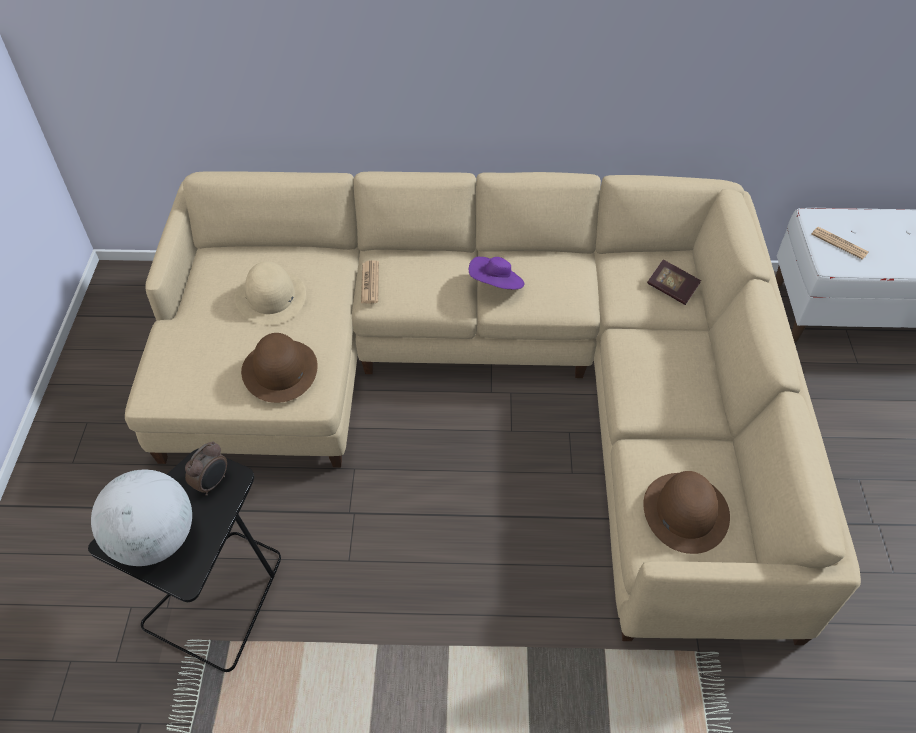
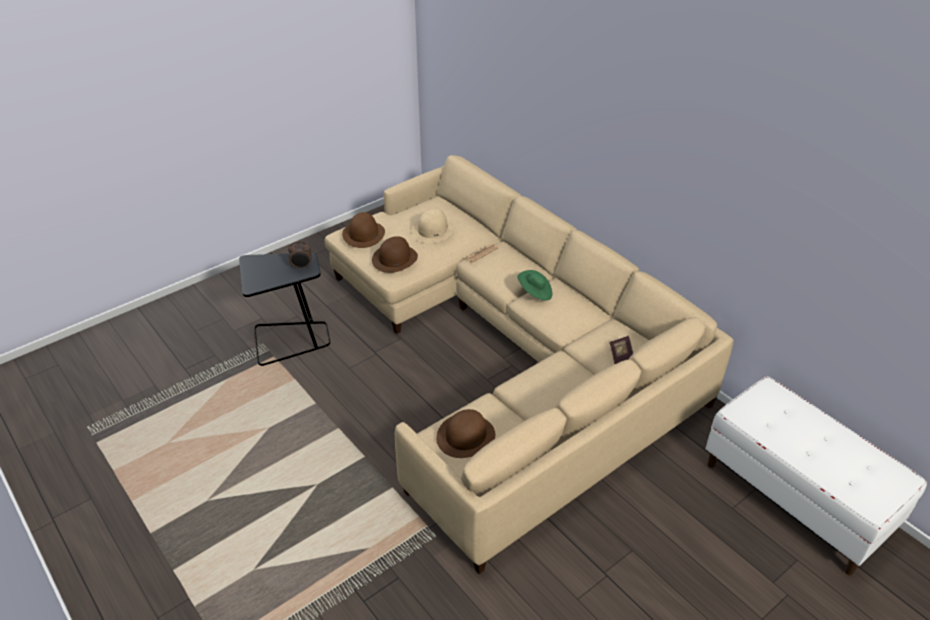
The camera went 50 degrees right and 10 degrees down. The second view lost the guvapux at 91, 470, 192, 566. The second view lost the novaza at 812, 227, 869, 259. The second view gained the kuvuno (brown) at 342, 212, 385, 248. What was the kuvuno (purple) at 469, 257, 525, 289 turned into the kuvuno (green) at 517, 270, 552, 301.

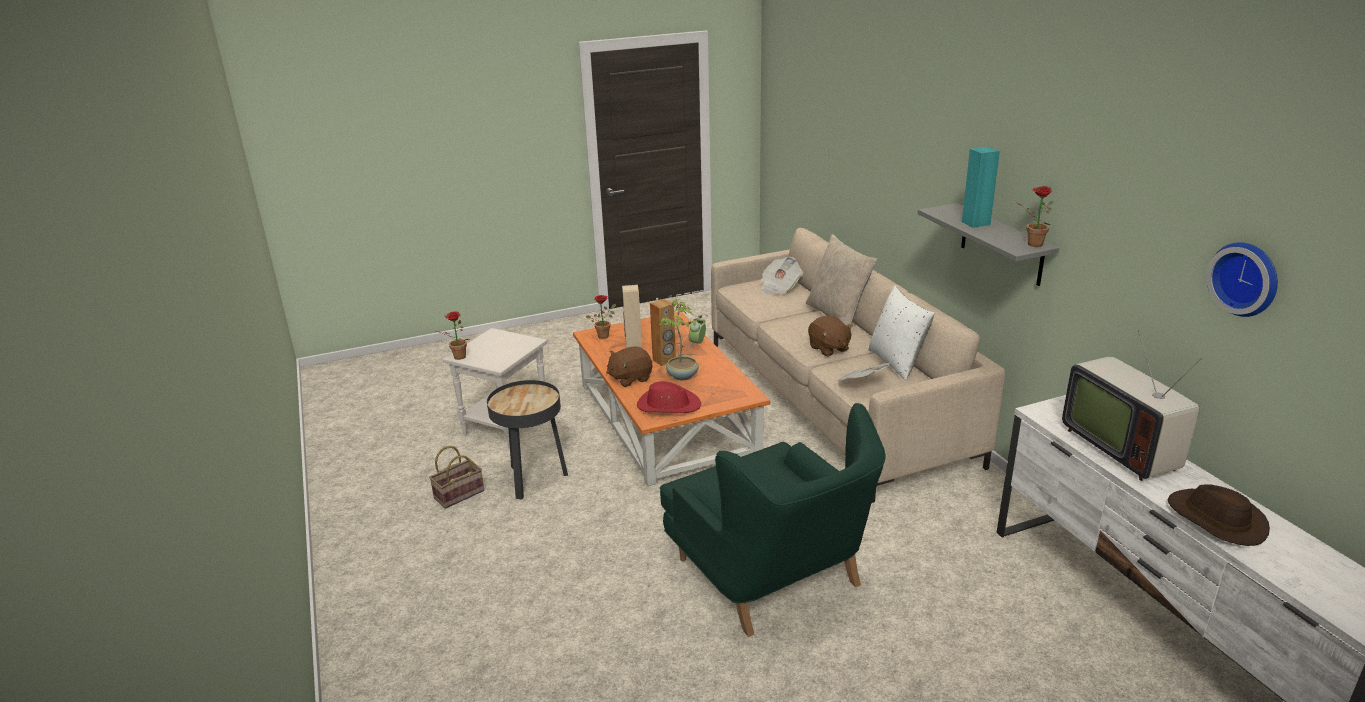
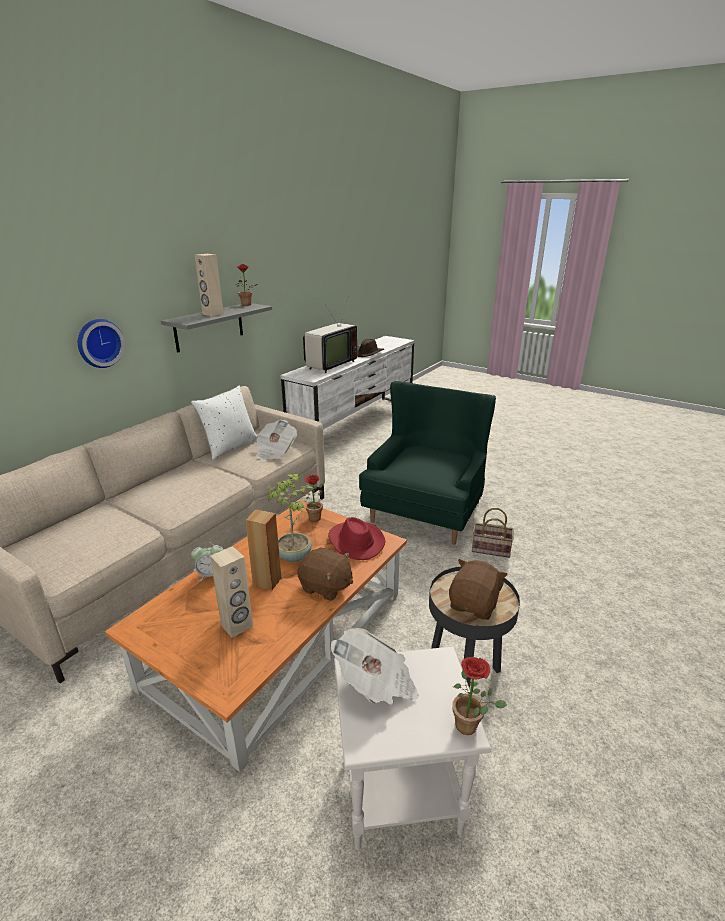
The camera went 125 degrees left and 0 degrees up. The second view lost the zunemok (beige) at 806, 234, 877, 325. The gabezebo ended up elsewhere, having gone from 429, 446, 484, 509 to 472, 508, 514, 558. The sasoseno ended up elsewhere, having gone from 586, 295, 616, 339 to 294, 475, 323, 522. The novaza ended up elsewhere, having gone from 760, 257, 804, 295 to 331, 628, 419, 704. The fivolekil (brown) ended up elsewhere, having gone from 808, 316, 853, 356 to 449, 559, 507, 620. The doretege ended up elsewhere, having gone from 1206, 242, 1278, 317 to 78, 319, 125, 368. What was the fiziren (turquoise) at 962, 147, 1000, 228 turned into the fiziren (beige) at 195, 254, 224, 316.

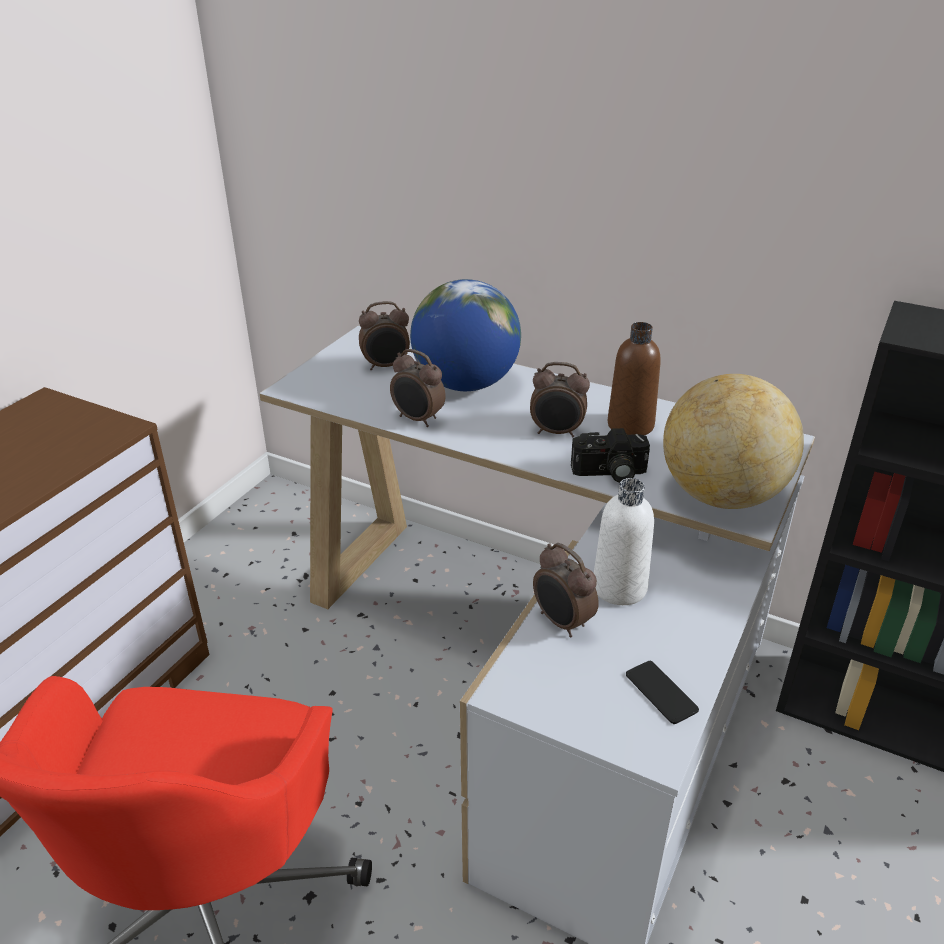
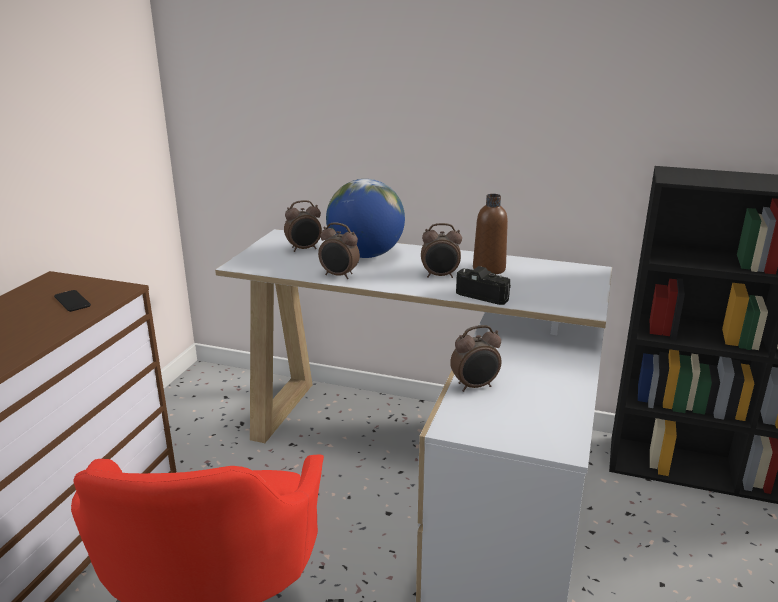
The camera went 10 degrees left and 10 degrees down. The second view lost the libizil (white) at 594, 478, 654, 605. The second view lost the guvapux at 663, 374, 804, 509. The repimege ended up elsewhere, having gone from 626, 661, 699, 724 to 54, 290, 91, 312. The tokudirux at 533, 543, 599, 637 ended up facing another way, 60 degrees counterclockwise from before. The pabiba at 571, 428, 650, 483 ended up facing another way, 135 degrees counterclockwise from before.

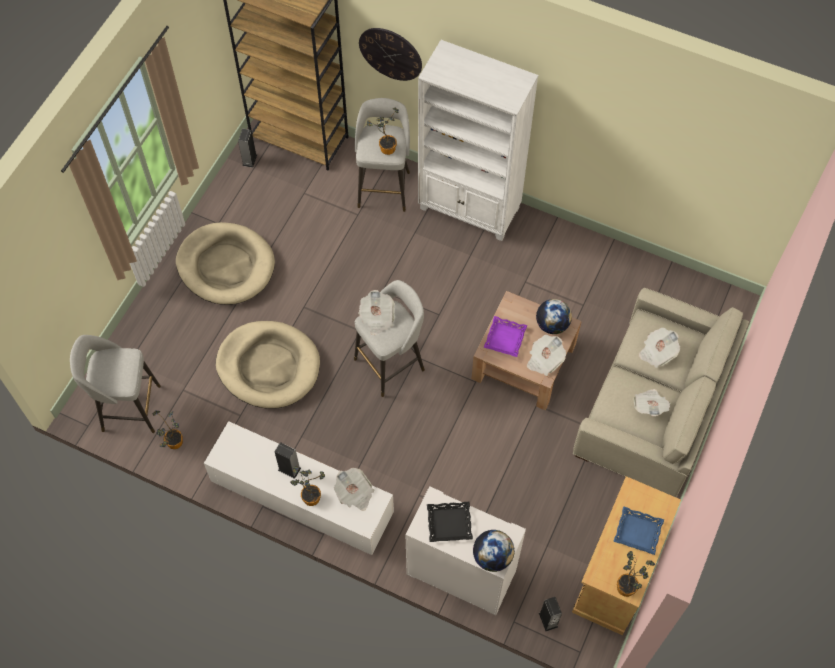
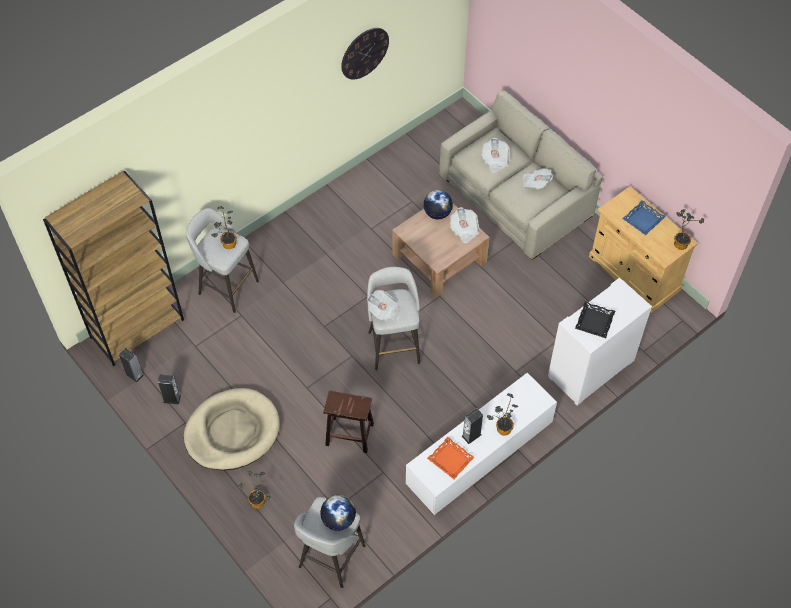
The camera went 65 degrees left and 5 degrees down. The second view lost the novaza at 334, 468, 374, 511. The second view lost the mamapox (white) at 418, 40, 538, 241. The second view lost the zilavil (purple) at 484, 316, 527, 357. The second view gained the zilavil (orange) at 427, 437, 475, 479. The sasoseno ended up elsewhere, having gone from 152, 410, 183, 449 to 238, 471, 271, 508. The doretege ended up elsewhere, having gone from 359, 28, 422, 81 to 341, 28, 389, 80. The guvapux ended up elsewhere, having gone from 473, 530, 514, 572 to 320, 495, 356, 531. The fiziren ended up elsewhere, having gone from 539, 597, 562, 631 to 158, 375, 181, 404. Where the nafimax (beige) stood at 216, 321, 320, 409, the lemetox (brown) came to stand at 324, 390, 374, 453.

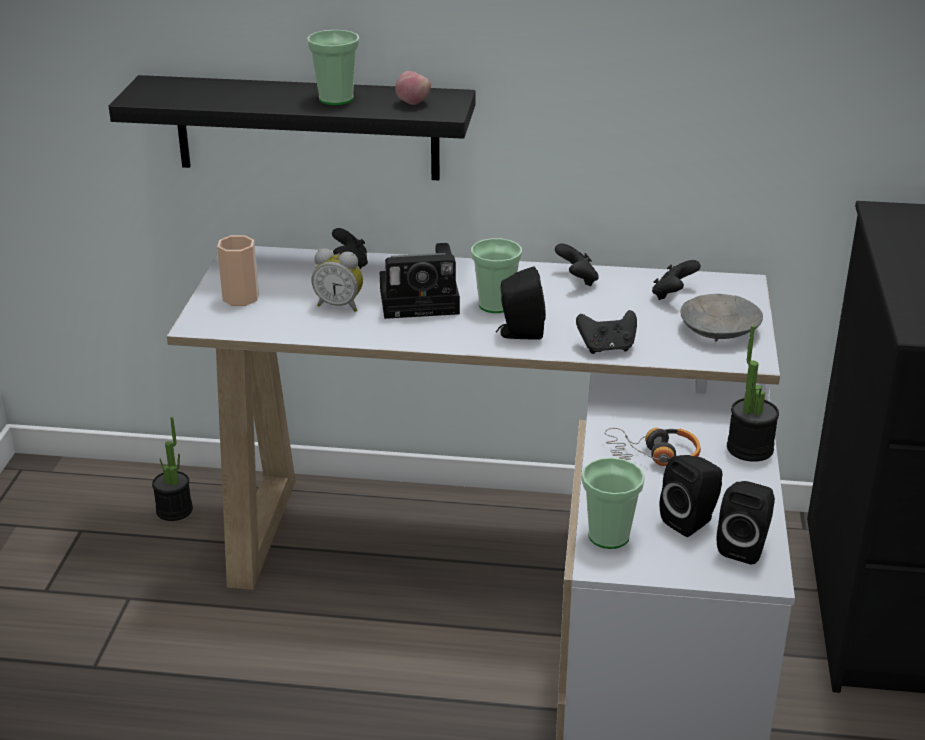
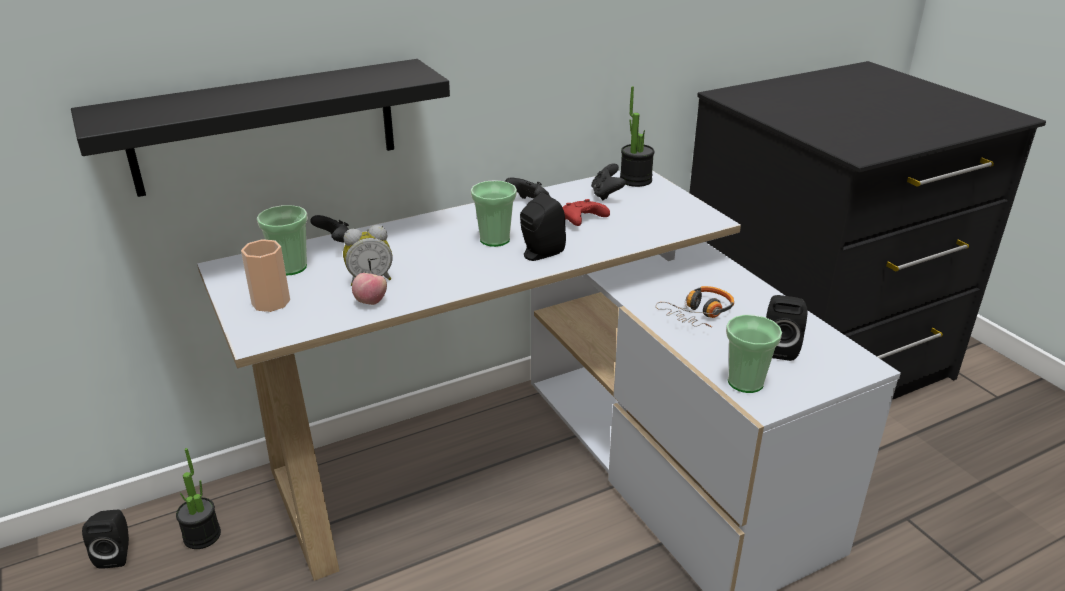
The camera went 35 degrees left and 0 degrees up. The second view lost the pabiba at 380, 243, 460, 319. The second view lost the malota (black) at 576, 310, 637, 354. The second view lost the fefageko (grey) at 680, 294, 763, 342. The second view gained the malota (red) at 562, 199, 610, 226. The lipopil ended up elsewhere, having gone from 307, 30, 360, 105 to 257, 205, 308, 275. The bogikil ended up elsewhere, having gone from 395, 71, 431, 105 to 352, 273, 387, 305. The fiziren (black) ended up elsewhere, having gone from 717, 481, 775, 565 to 82, 510, 129, 569. The sasoseno ended up elsewhere, having gone from 727, 325, 779, 462 to 620, 86, 654, 187.

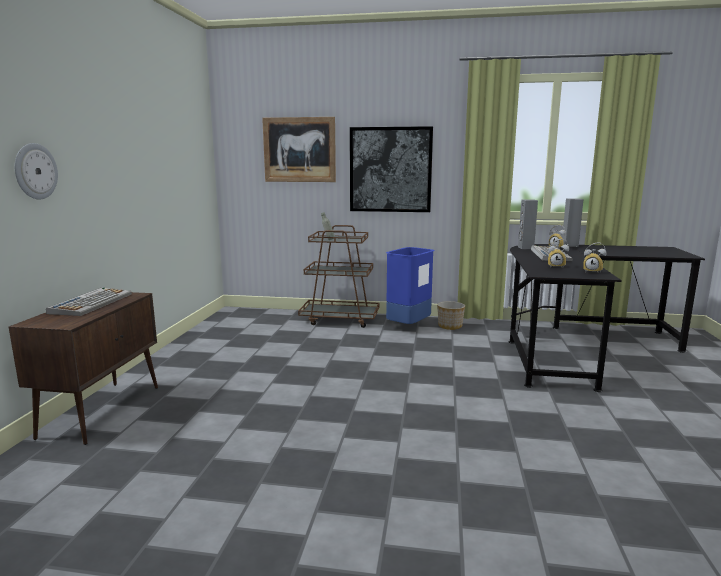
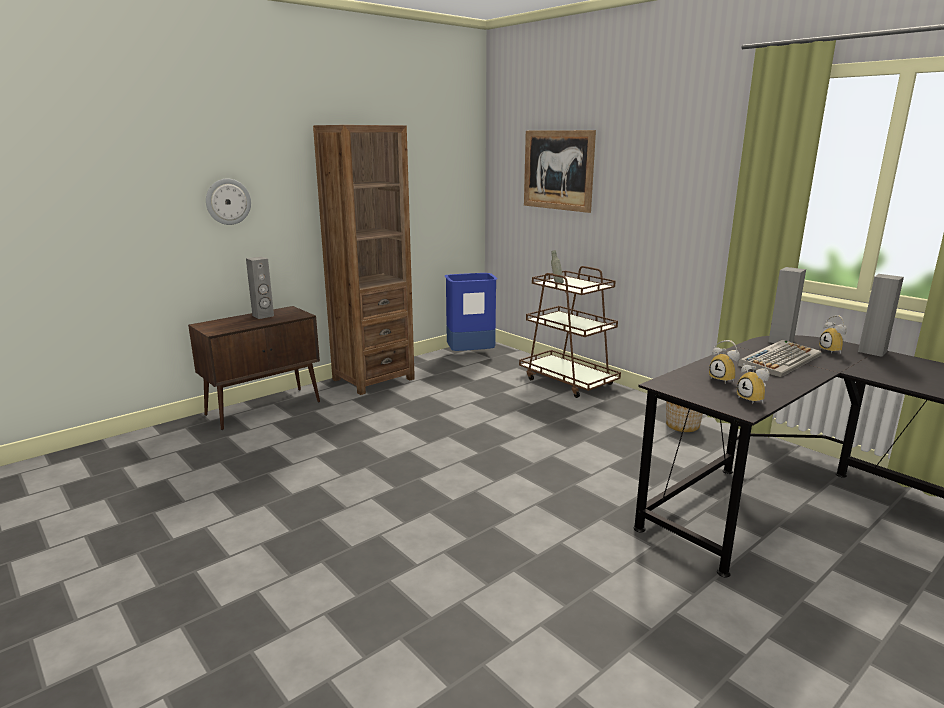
The camera went 40 degrees right and 5 degrees up. The second view lost the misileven at 350, 126, 433, 212. The second view gained the mamapox (brown) at 313, 125, 415, 395. The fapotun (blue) ended up elsewhere, having gone from 386, 247, 434, 324 to 445, 273, 498, 351. Where the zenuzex stood at 46, 287, 132, 316, the fiziren (grey) came to stand at 246, 257, 274, 319.

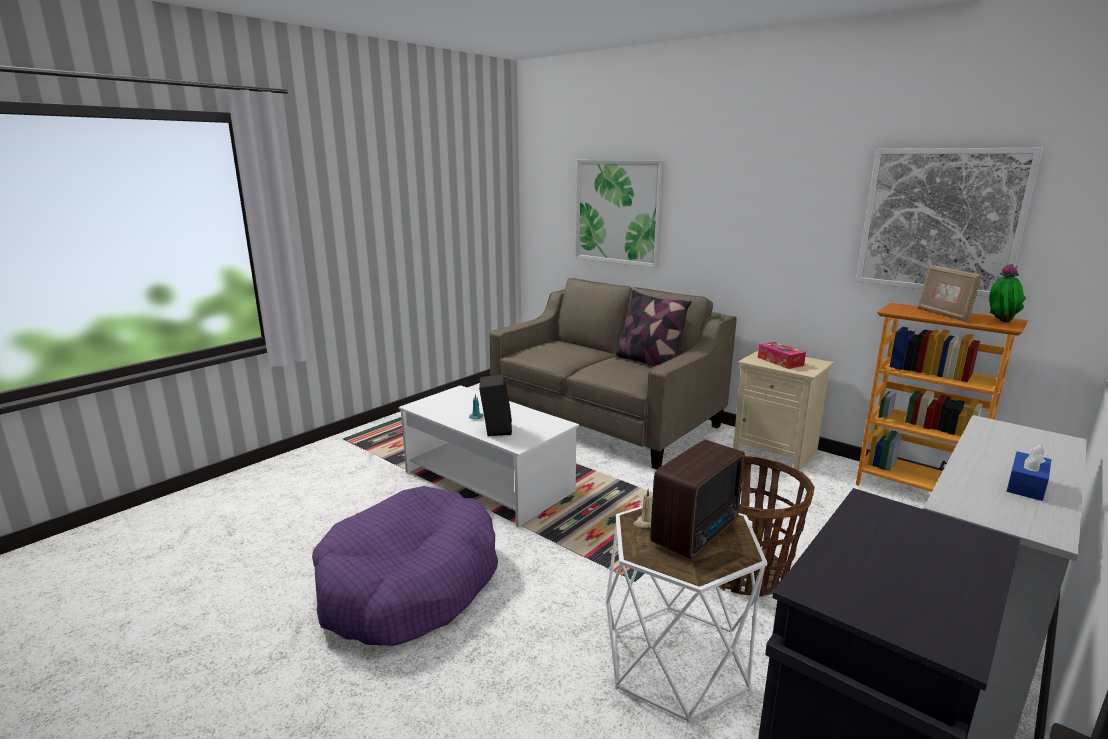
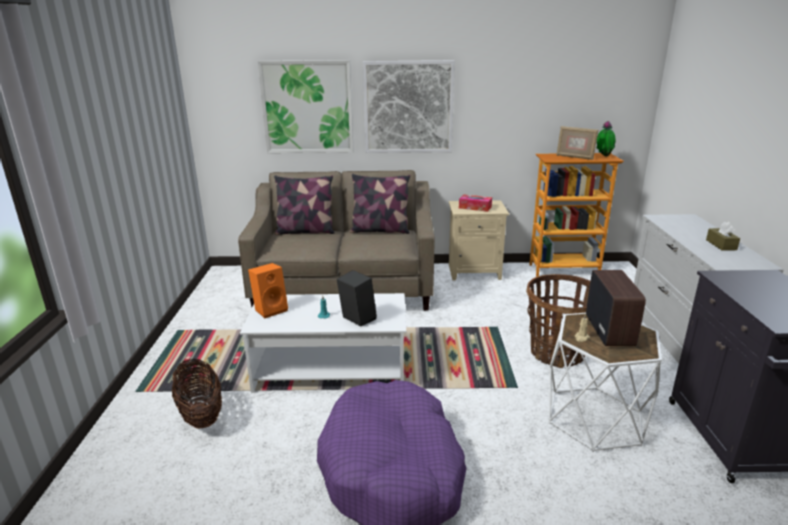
The camera went 40 degrees left and 5 degrees up. The second view gained the gabezebo at 172, 358, 222, 429. The second view gained the fiziren (orange) at 248, 263, 288, 318. The second view gained the zunemok at 274, 175, 335, 235. The misileven ended up elsewhere, having gone from 856, 148, 1043, 297 to 363, 60, 455, 153. What was the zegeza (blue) at 1007, 444, 1051, 501 turned into the zegeza (brown) at 706, 222, 740, 251.

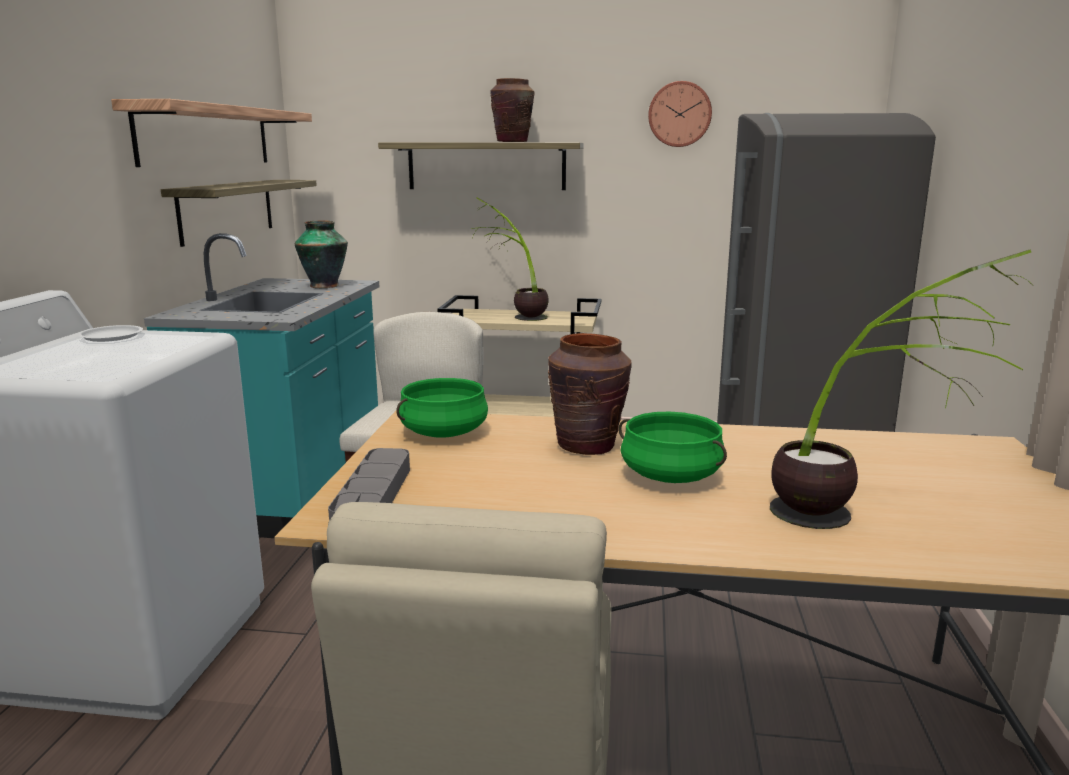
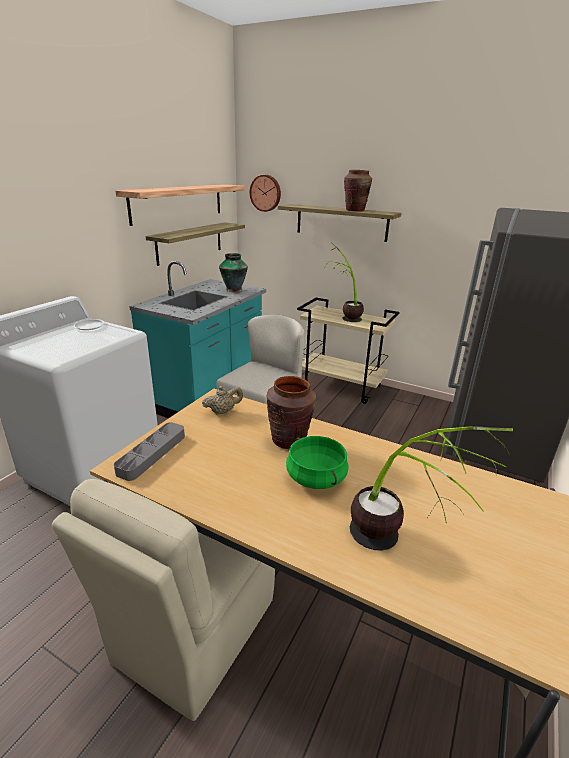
The camera went 20 degrees right and 10 degrees up. The doretege ended up elsewhere, having gone from 648, 81, 712, 147 to 250, 175, 281, 212. Where the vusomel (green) stood at 396, 378, 488, 438, the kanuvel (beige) came to stand at 202, 386, 243, 415.

